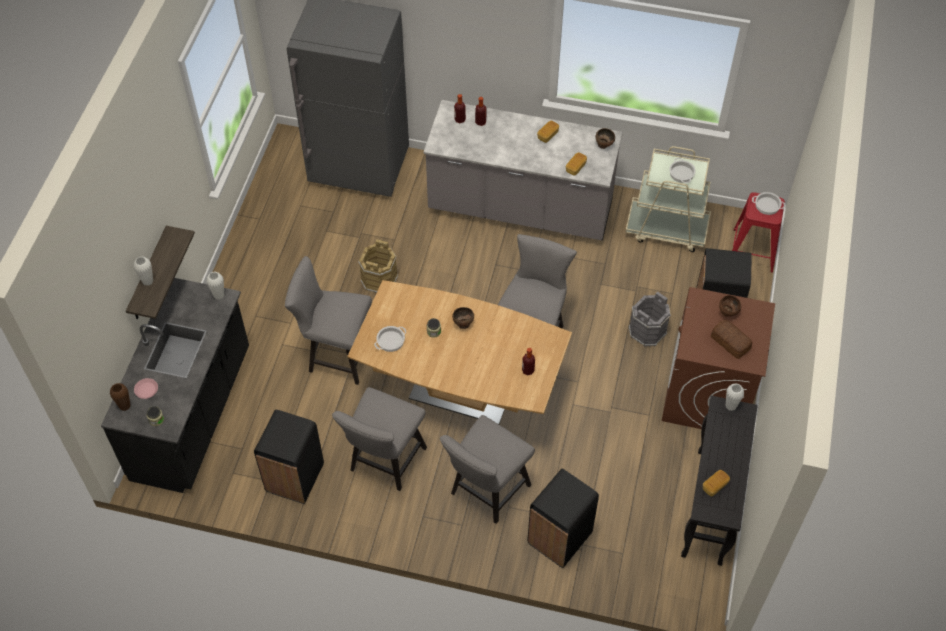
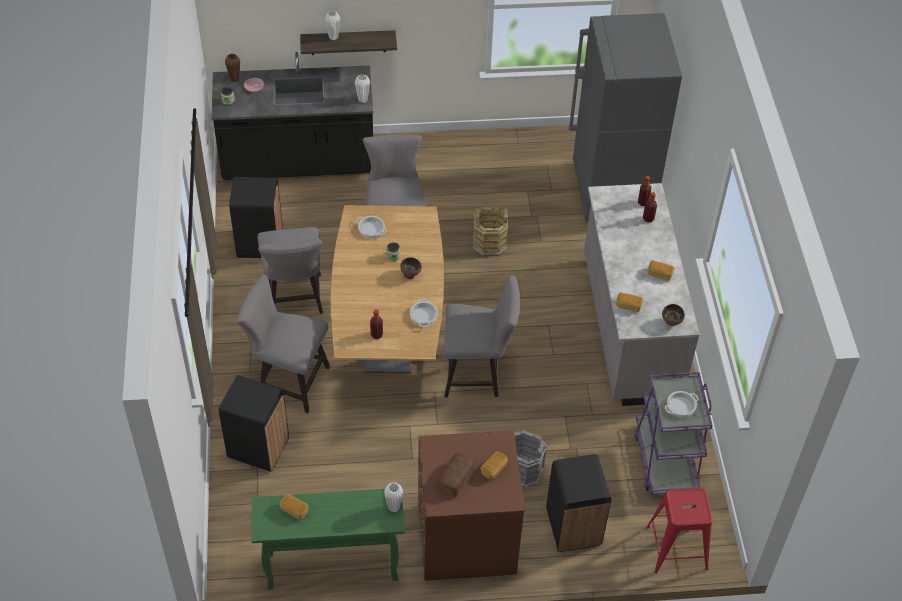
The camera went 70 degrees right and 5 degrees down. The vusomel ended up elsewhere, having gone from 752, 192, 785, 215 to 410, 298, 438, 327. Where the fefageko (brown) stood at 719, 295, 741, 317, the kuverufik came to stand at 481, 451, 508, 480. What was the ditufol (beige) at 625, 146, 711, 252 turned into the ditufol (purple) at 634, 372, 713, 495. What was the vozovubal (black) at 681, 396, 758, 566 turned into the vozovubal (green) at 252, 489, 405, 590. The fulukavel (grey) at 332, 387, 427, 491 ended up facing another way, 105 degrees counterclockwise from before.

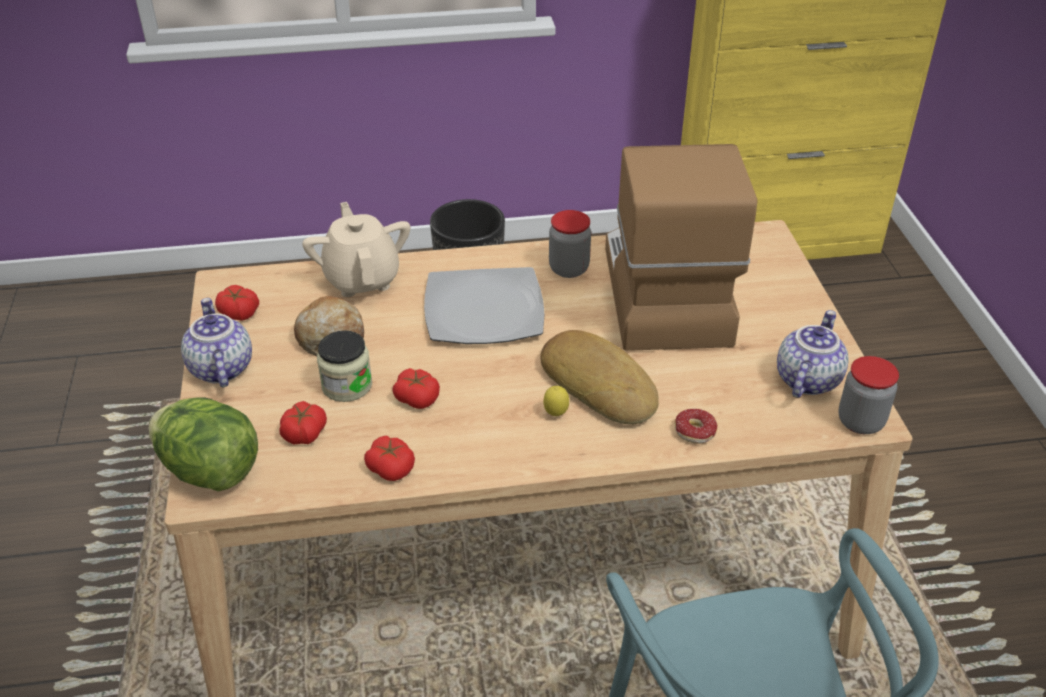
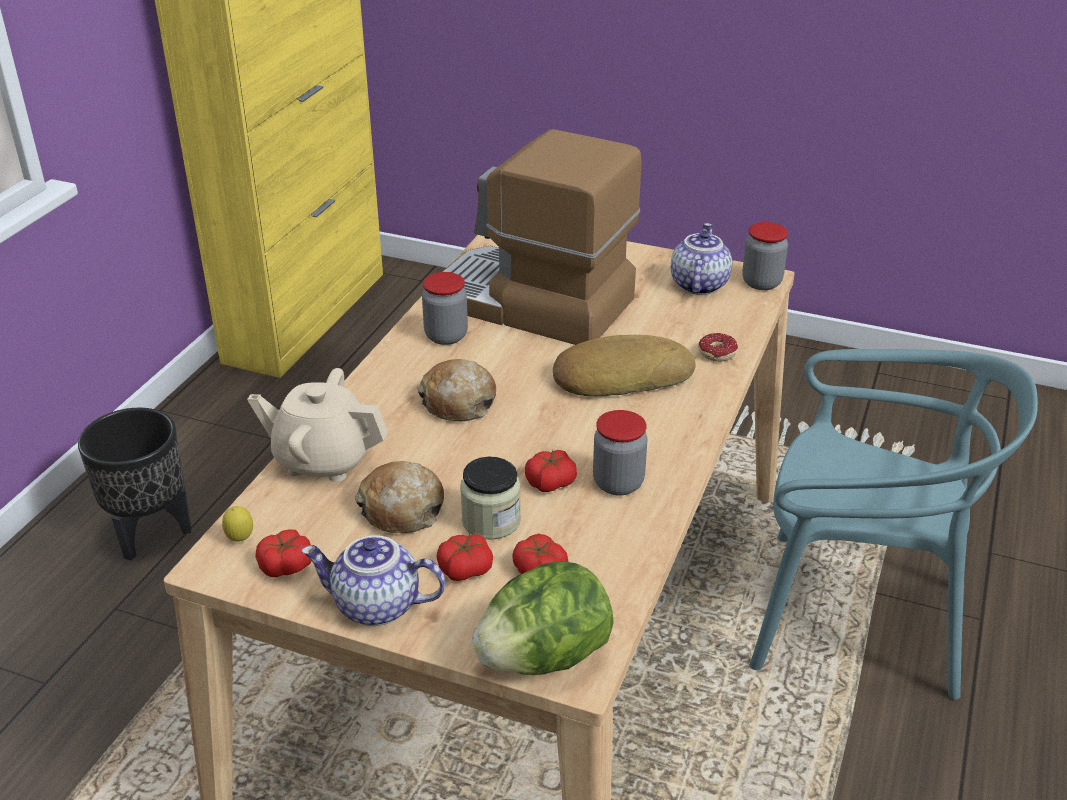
The camera went 60 degrees left and 5 degrees down. The second view gained the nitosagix at 593, 410, 647, 496. The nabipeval ended up elsewhere, having gone from 364, 436, 415, 481 to 436, 534, 493, 581. The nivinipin ended up elsewhere, having gone from 543, 386, 569, 416 to 222, 506, 253, 542. Where the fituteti stood at 424, 267, 545, 344, the kuverufik came to stand at 417, 359, 496, 421. The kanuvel at 777, 310, 849, 398 ended up facing another way, 45 degrees clockwise from before.

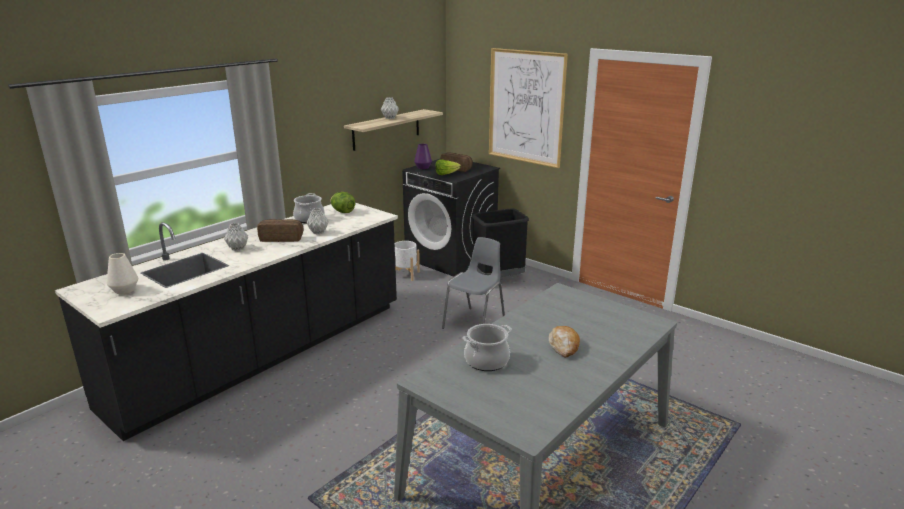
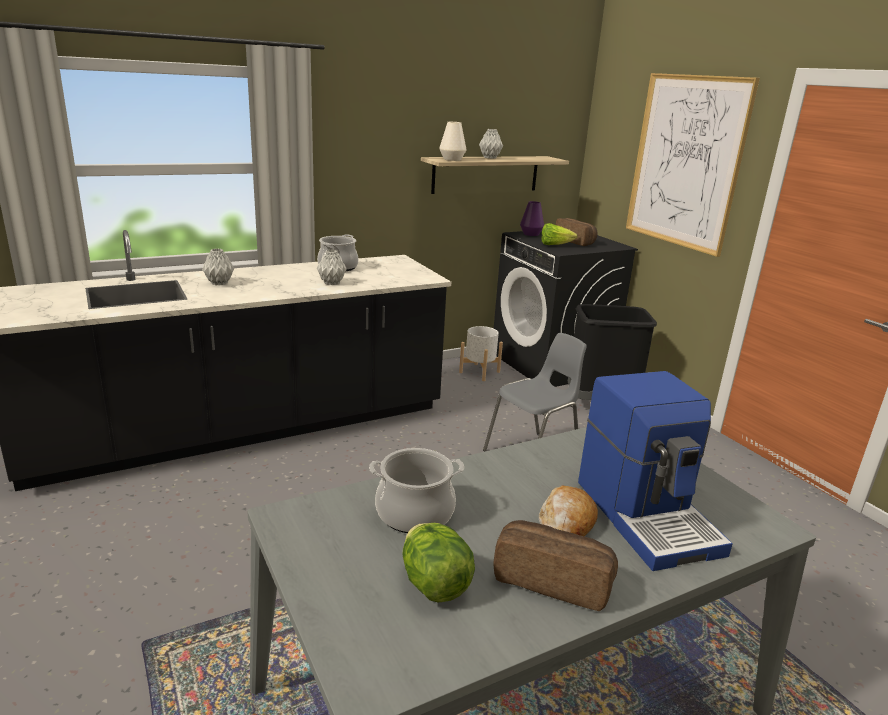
The camera went 20 degrees right and 0 degrees up. The second view gained the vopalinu at 578, 371, 733, 571. The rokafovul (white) ended up elsewhere, having gone from 107, 253, 138, 294 to 439, 122, 466, 161. The kuverufik ended up elsewhere, having gone from 257, 219, 303, 242 to 493, 520, 618, 611. The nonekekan ended up elsewhere, having gone from 330, 192, 355, 213 to 403, 523, 475, 602.

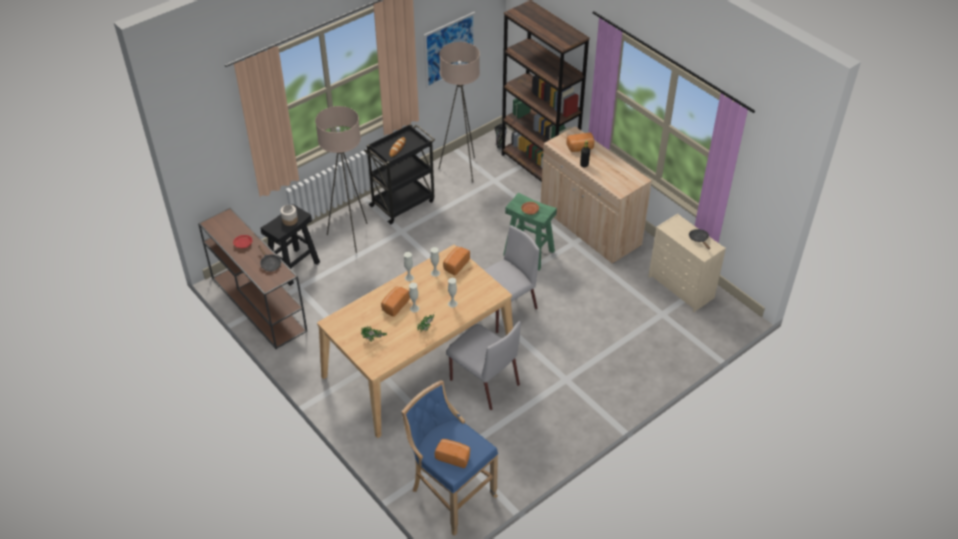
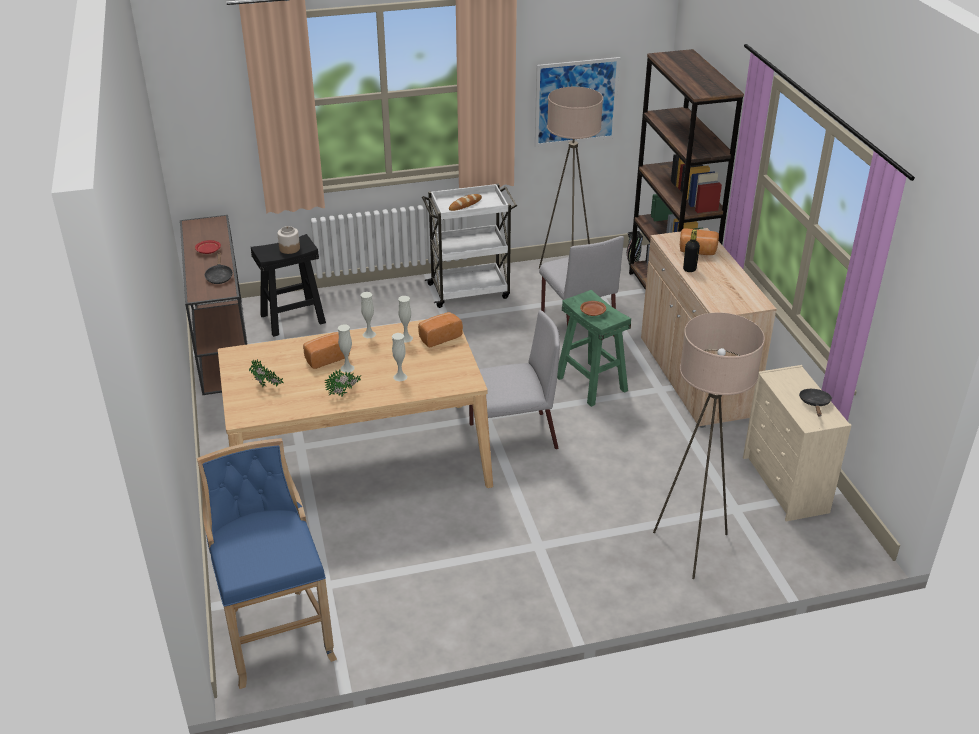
The camera went 25 degrees right and 10 degrees down. The second view lost the kuverufik at 435, 439, 470, 468. The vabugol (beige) ended up elsewhere, having gone from 315, 106, 368, 253 to 653, 312, 765, 579. The fulukavel (grey) ended up elsewhere, having gone from 446, 321, 521, 410 to 539, 236, 624, 337. What was the ditufol (black) at 364, 124, 435, 224 turned into the ditufol (white) at 422, 184, 517, 308.

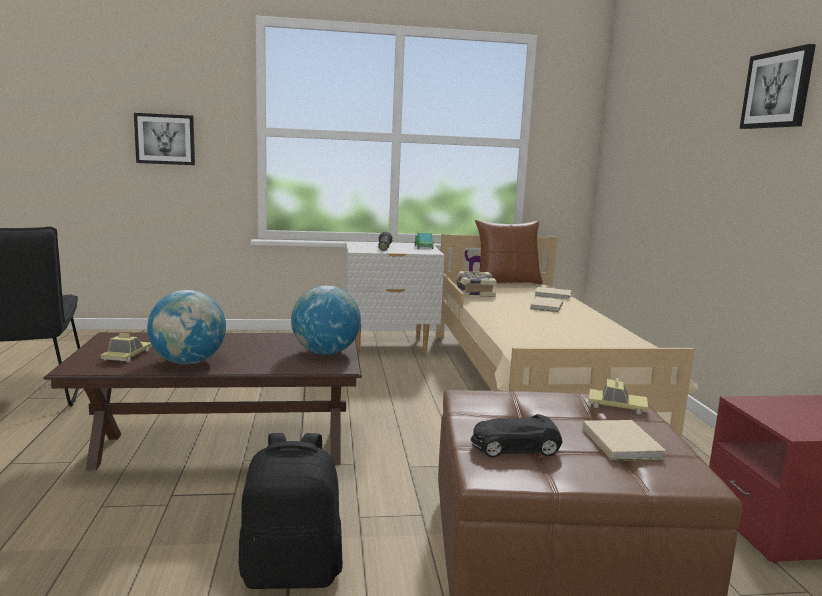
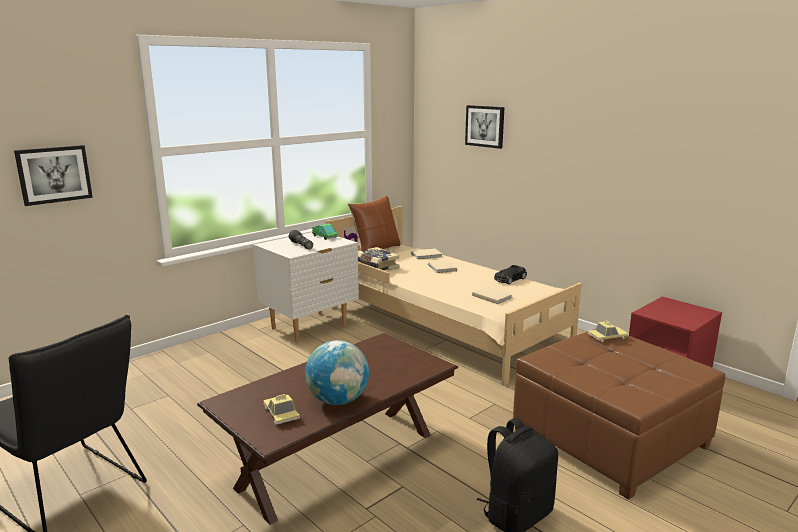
The camera went 35 degrees left and 5 degrees up. The second view lost the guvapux at 291, 286, 361, 355. The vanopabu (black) ended up elsewhere, having gone from 470, 414, 563, 457 to 494, 265, 527, 284. The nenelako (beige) ended up elsewhere, having gone from 582, 420, 666, 461 to 472, 286, 513, 304. The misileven ended up elsewhere, having gone from 740, 44, 816, 129 to 465, 105, 504, 149.

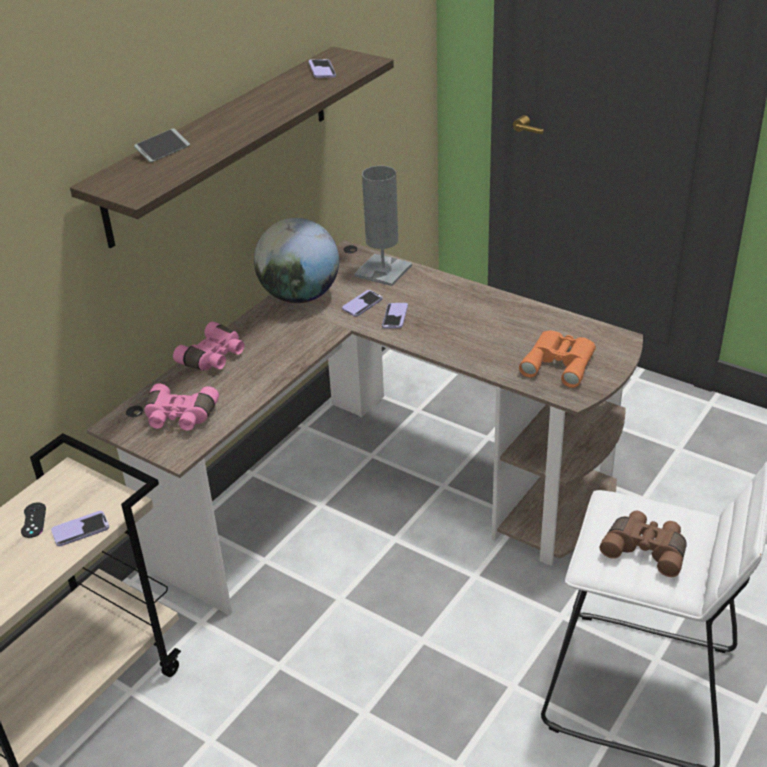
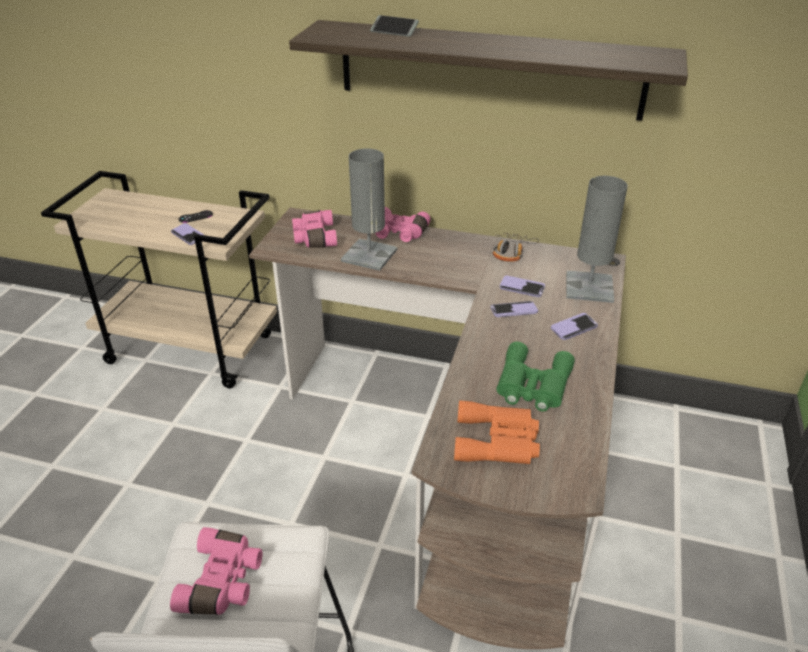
The camera went 70 degrees right and 0 degrees up. The second view gained the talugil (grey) at 341, 148, 397, 271. The second view gained the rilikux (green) at 496, 342, 575, 412. The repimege ended up elsewhere, having gone from 309, 59, 336, 78 to 551, 313, 598, 340. Where the guvapux stood at 254, 218, 339, 303, the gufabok came to stand at 493, 233, 539, 262. What was the rilikux (brown) at 600, 511, 687, 577 turned into the rilikux (pink) at 170, 527, 263, 615.

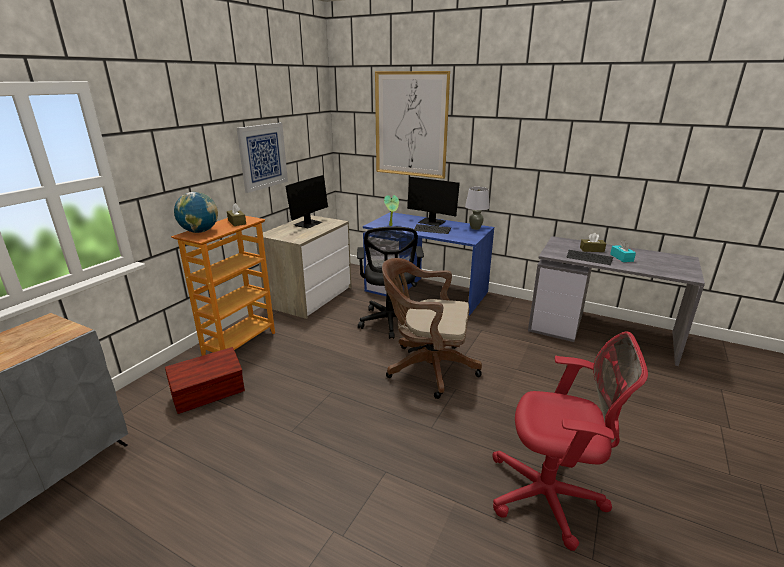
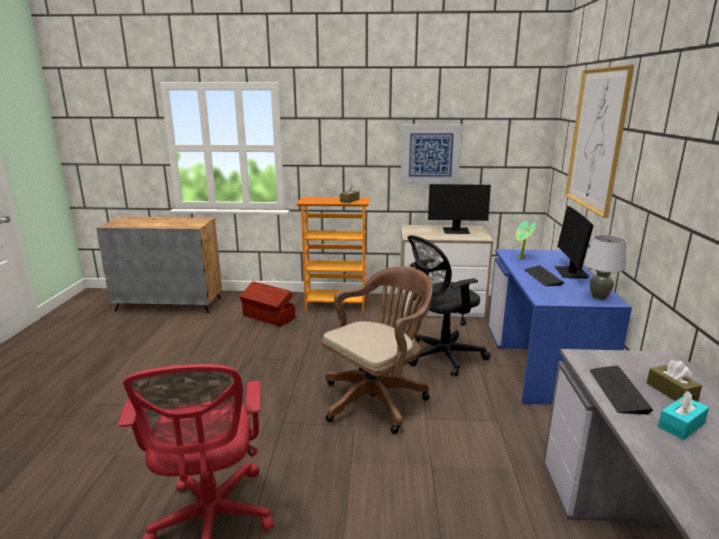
The camera went 65 degrees right and 5 degrees down. The second view lost the guvapux at 174, 192, 218, 233. The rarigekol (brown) at 382, 258, 482, 399 ended up facing another way, 60 degrees clockwise from before.

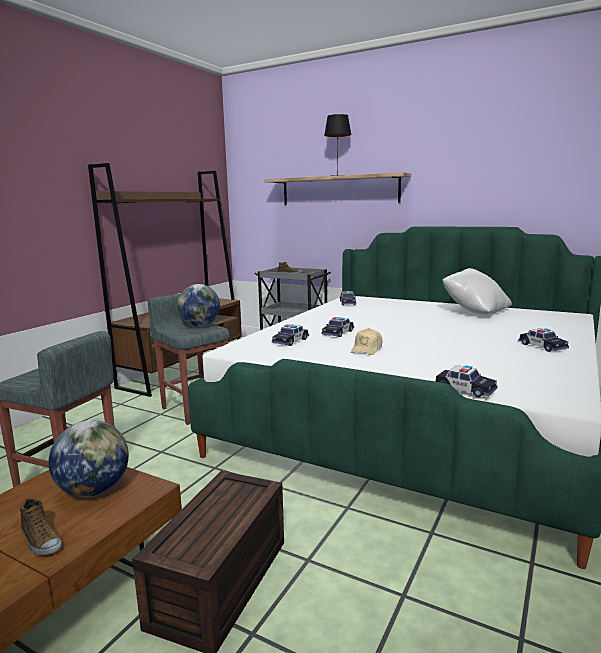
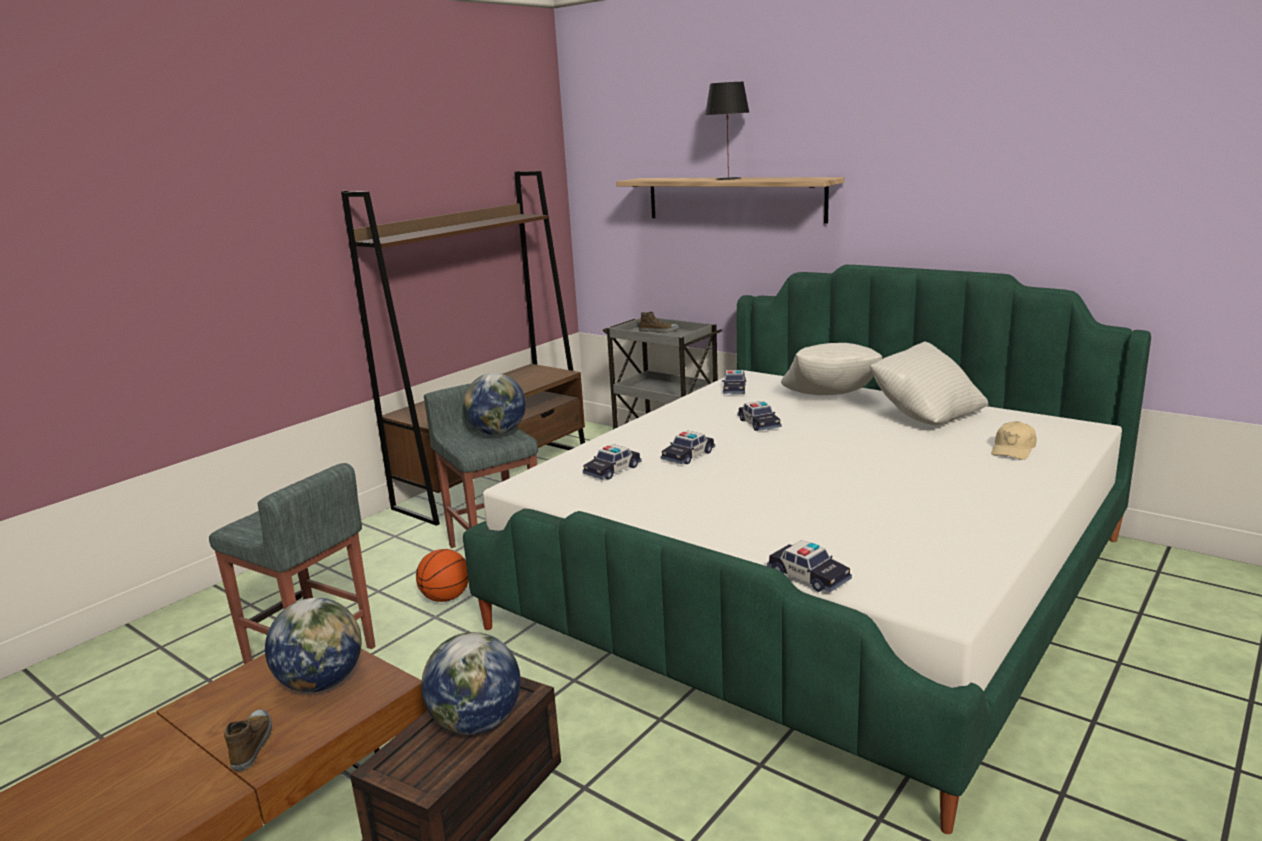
The camera went 10 degrees right and 5 degrees up. The second view gained the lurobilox at 416, 549, 469, 602. The second view gained the guvapux at 421, 632, 521, 735. The second view gained the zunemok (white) at 781, 343, 883, 395. The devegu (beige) ended up elsewhere, having gone from 351, 328, 382, 355 to 991, 421, 1036, 460. The vanopabu ended up elsewhere, having gone from 518, 328, 569, 352 to 738, 401, 781, 431. The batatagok at 20, 498, 62, 555 ended up facing another way, 150 degrees counterclockwise from before.

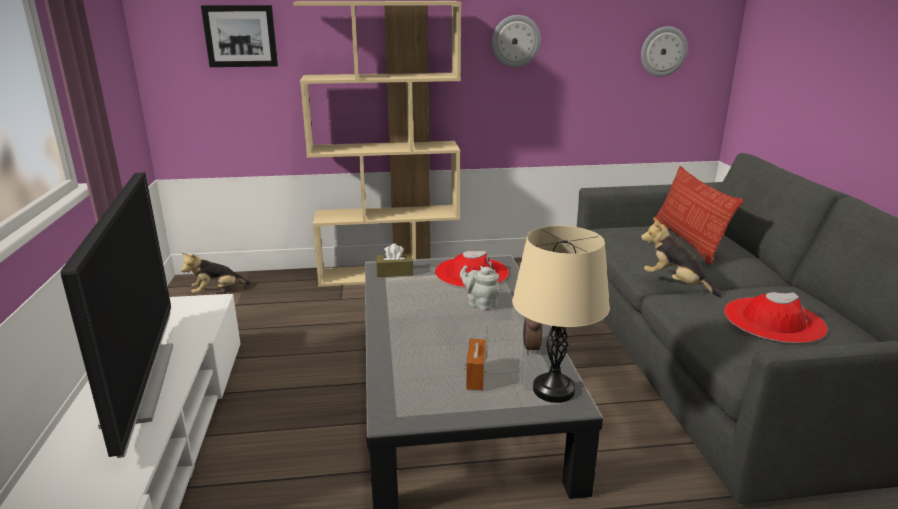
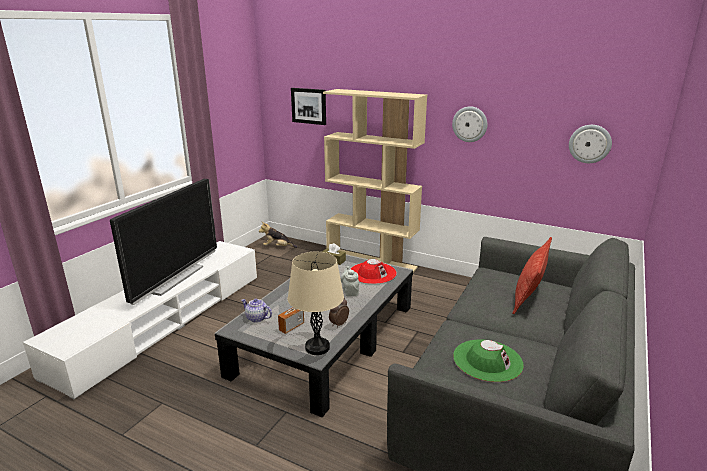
The camera went 35 degrees right and 0 degrees up. The second view lost the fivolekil at 641, 217, 722, 297. The second view gained the kanuvel at 241, 299, 272, 323. What was the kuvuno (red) at 724, 292, 827, 343 turned into the kuvuno (green) at 453, 339, 524, 382.

